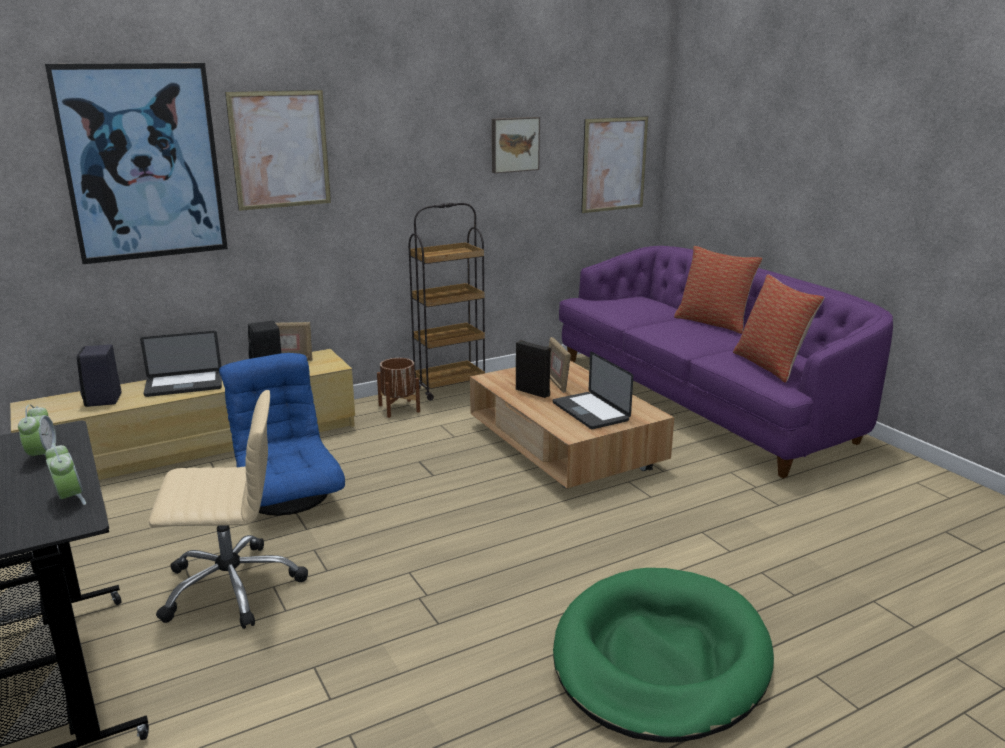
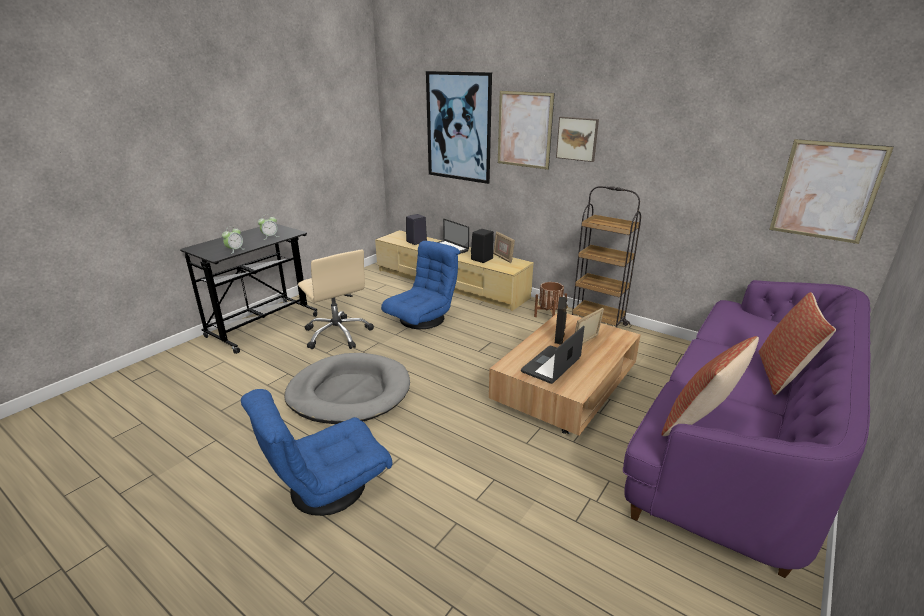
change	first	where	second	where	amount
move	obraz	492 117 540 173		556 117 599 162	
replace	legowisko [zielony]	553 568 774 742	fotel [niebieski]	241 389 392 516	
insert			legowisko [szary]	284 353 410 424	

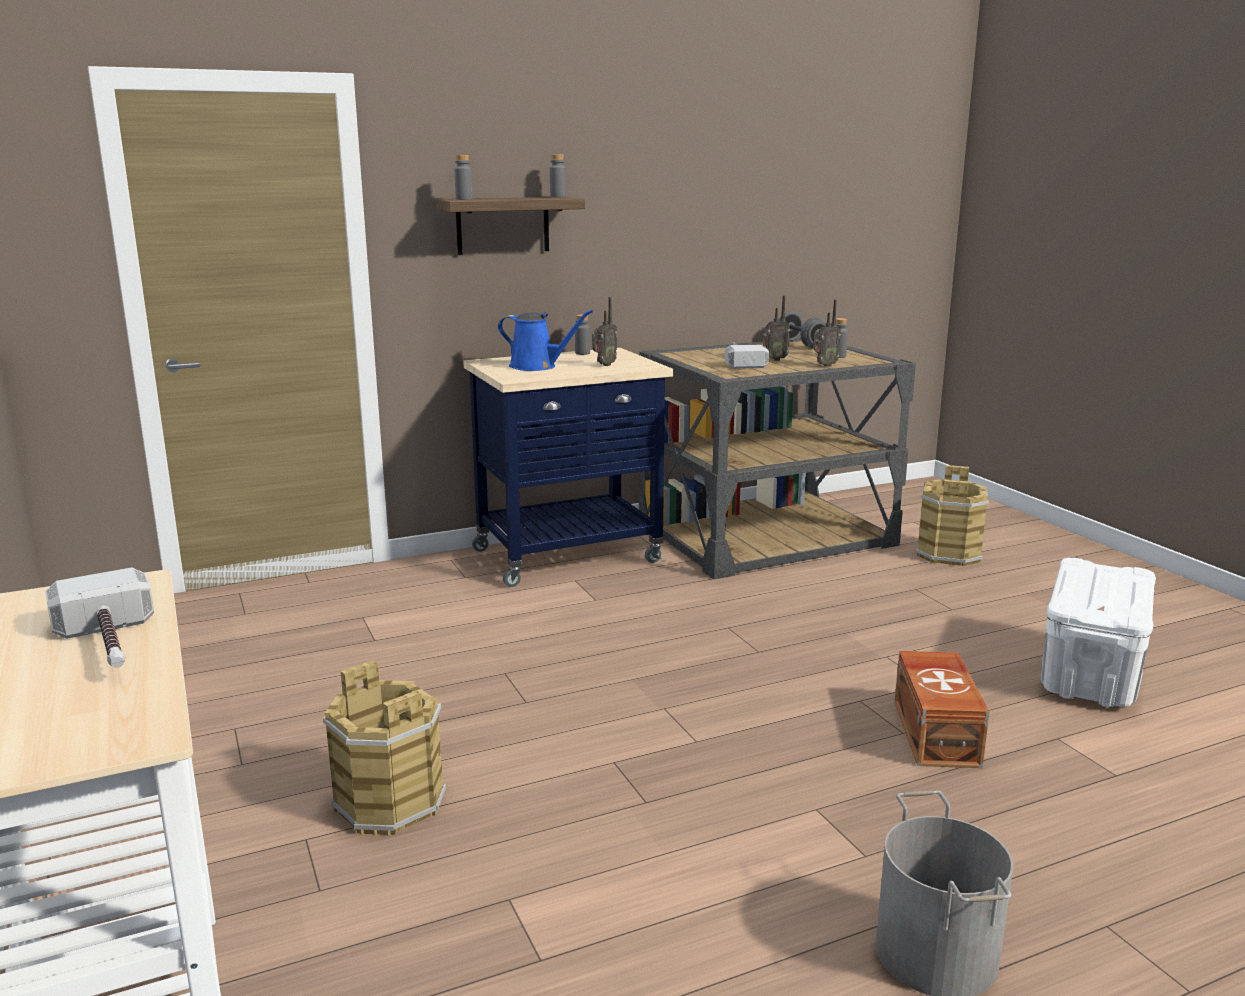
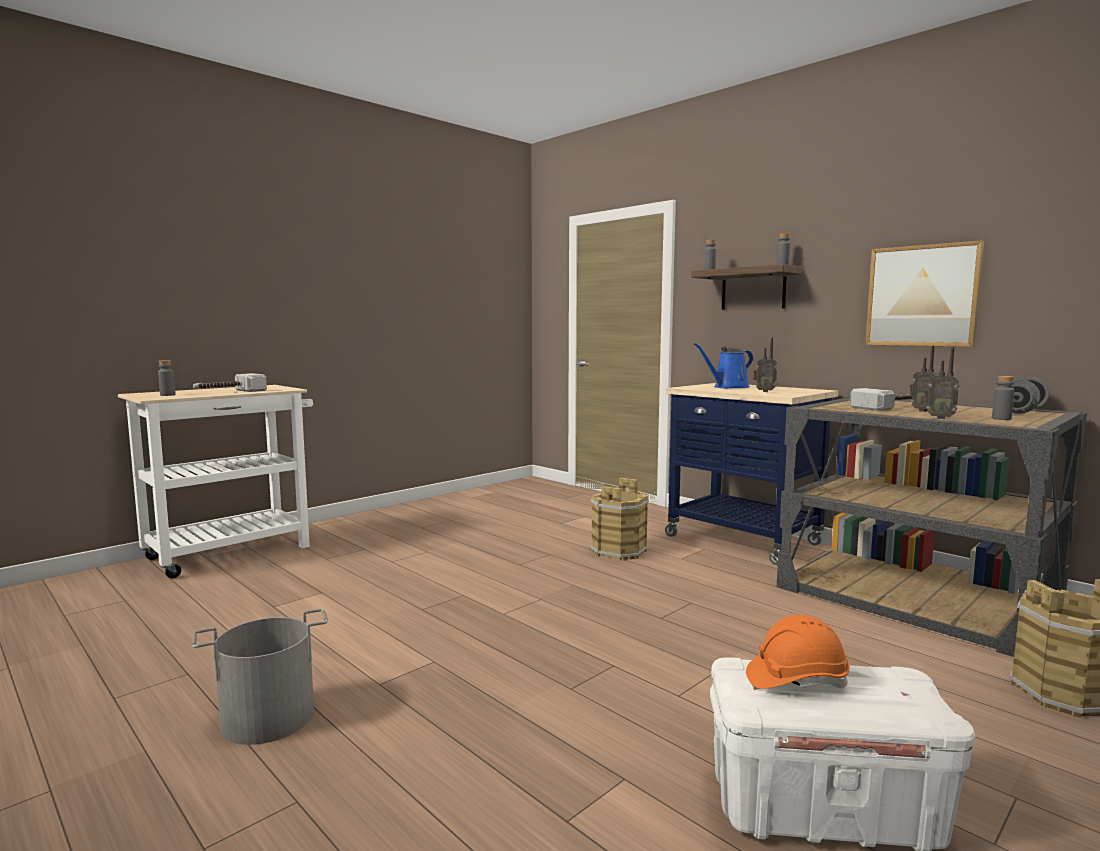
change	first	where	second	where	amount
rotate	konewka [niebieski]	498 310 593 371		694 343 753 388	60 degrees clockwise
move	butelka [szary]	575 314 590 355		158 360 176 396	
delete	pojemnik do przechowywania [brązowy]	894 651 989 768			
move	wiadro [brązowy]	323 660 446 836		590 478 649 560	
insert			obraz	865 240 984 347	
insert			kask [pomarańczowy]	746 615 850 689	

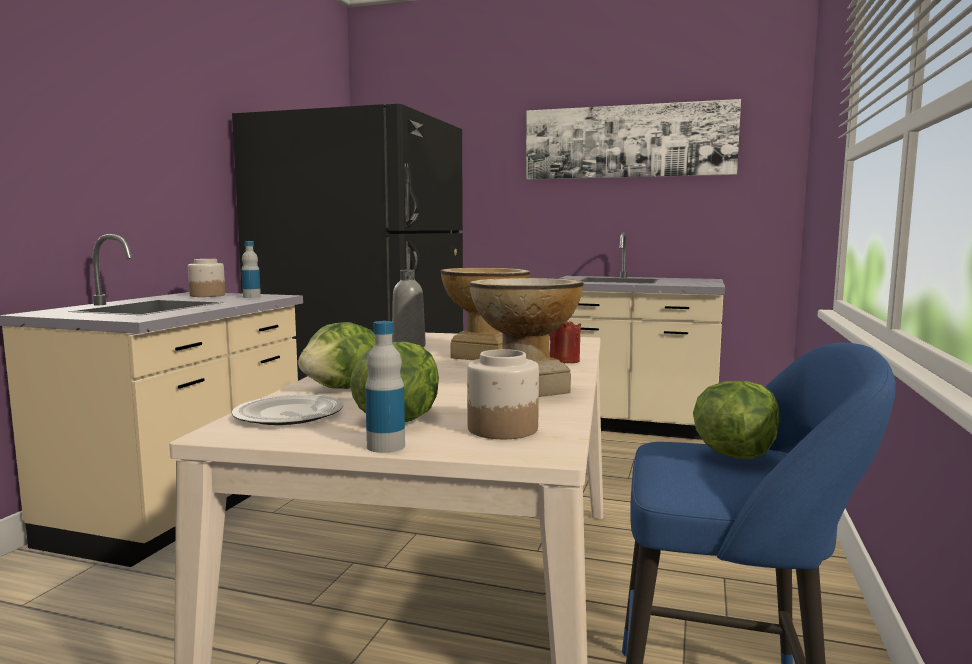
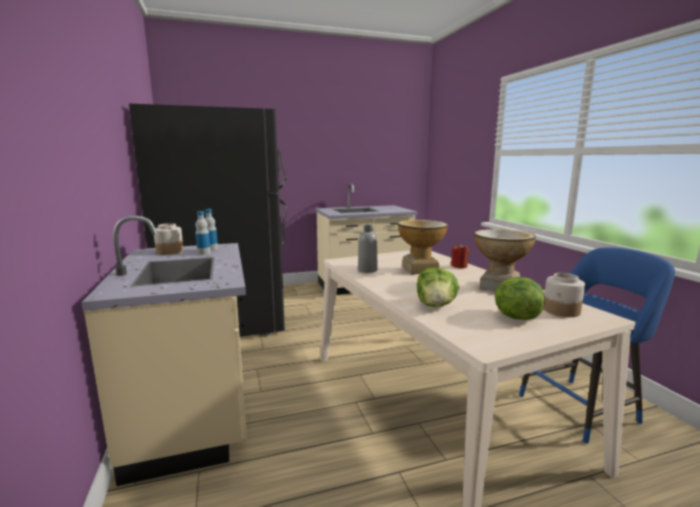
change	first	where	second	where	amount
delete	obraz	526 99 741 179			
move	butelka	365 321 405 453		195 211 211 255	
delete	sałata	693 381 780 459			
delete	talerz	232 394 343 425			

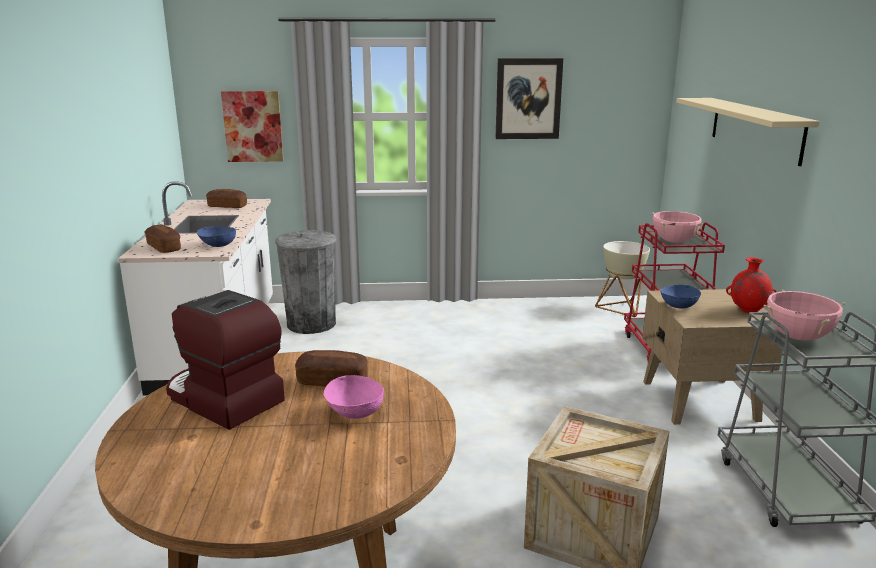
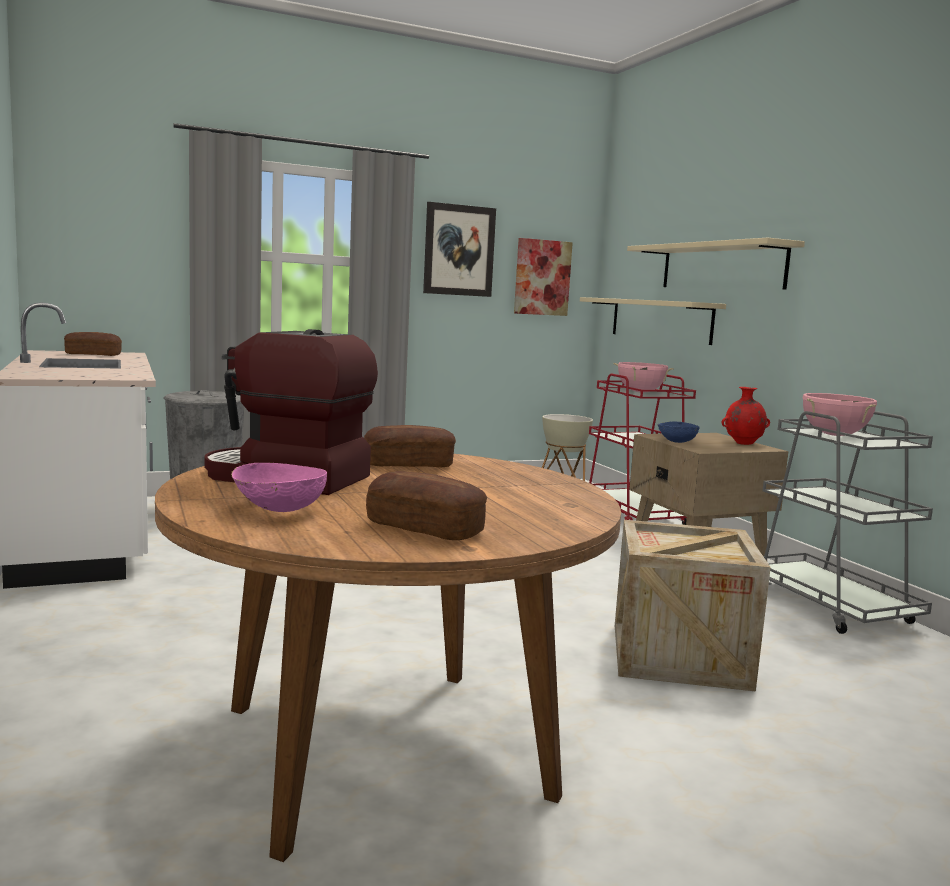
change	first	where	second	where	amount
move	obraz	221 91 284 162		514 238 573 316	
move	chleb	145 225 181 253		366 471 487 540	
delete	miska [niebieski]	197 226 236 247			
move	miska [różowy]	323 375 384 419		231 463 327 512	
insert			półka [beżowy]	580 297 726 345	

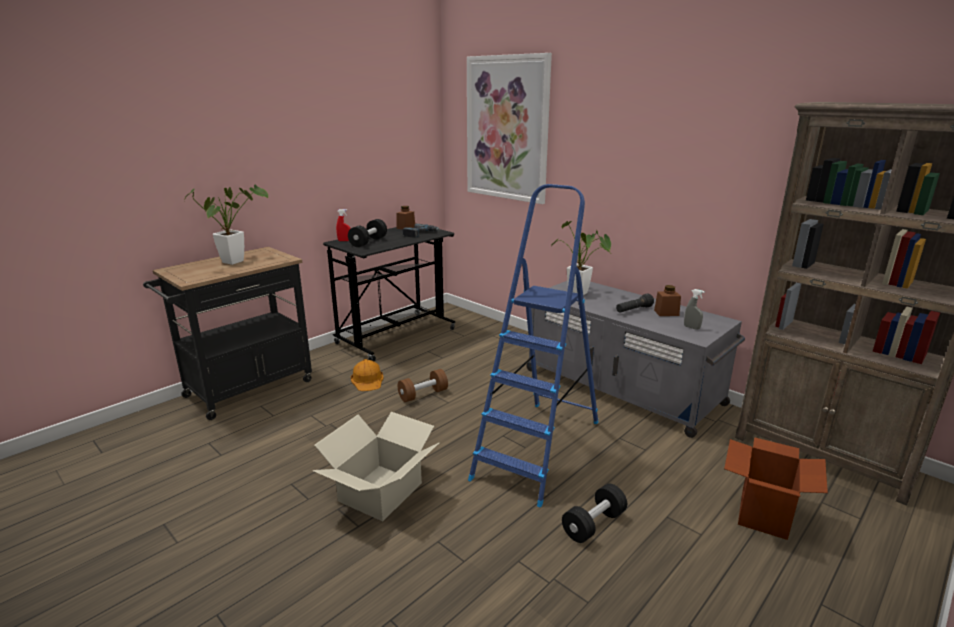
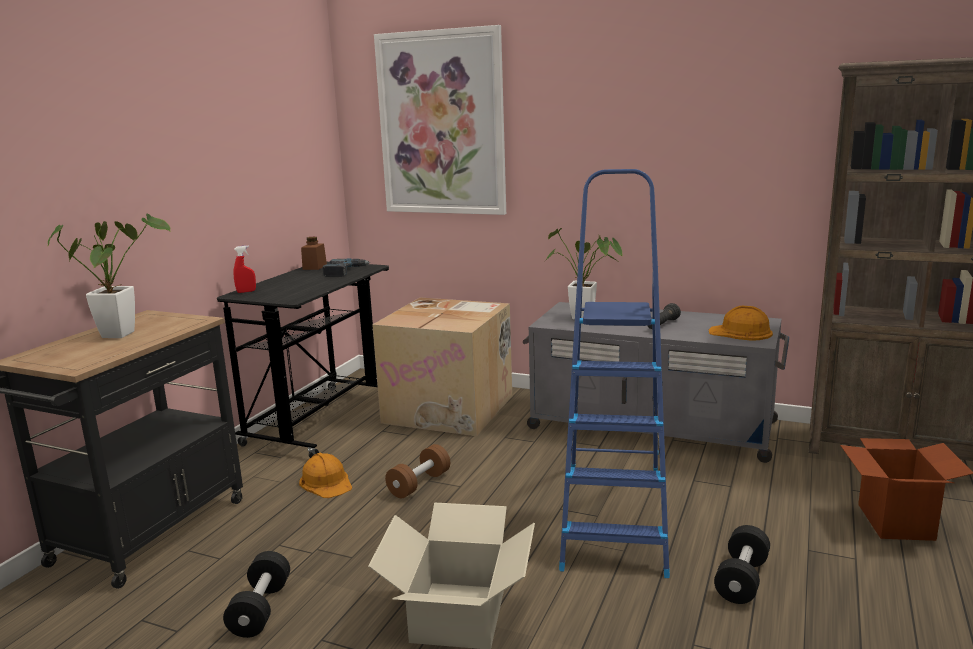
change	first	where	second	where	amount
move	hantel [czarny]	348 219 387 247		223 551 290 638	
delete	słoik [brązowy]	654 285 681 316			
replace	spryskiwacz [szary]	684 289 705 330	kask [pomarańczowy]	709 306 773 341	
insert			karton	372 297 512 436	

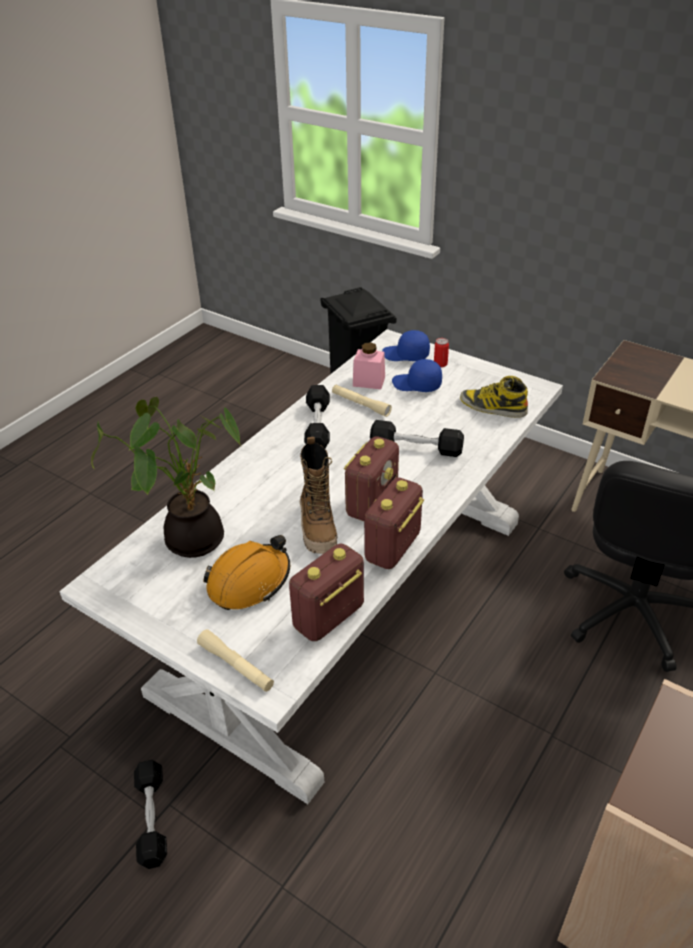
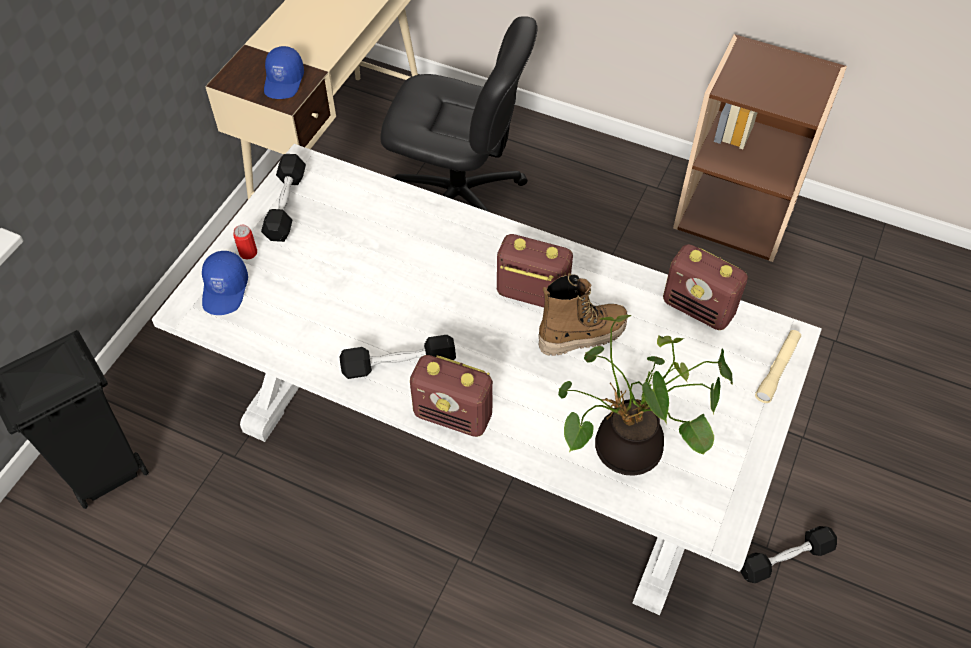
change	first	where	second	where	amount
delete	słoik [różowy]	353 342 385 389			
move	czapka z daszkiem [niebieski]	392 359 442 392		264 46 304 99	
delete	but z cholewką	460 376 528 418			
delete	latarka [beżowy]	332 385 392 417			
move	hantel [czarny]	370 420 464 457		261 154 306 242	
move	radio	364 477 424 569		410 355 493 437	
delete	kask [pomarańczowy]	203 535 290 610			

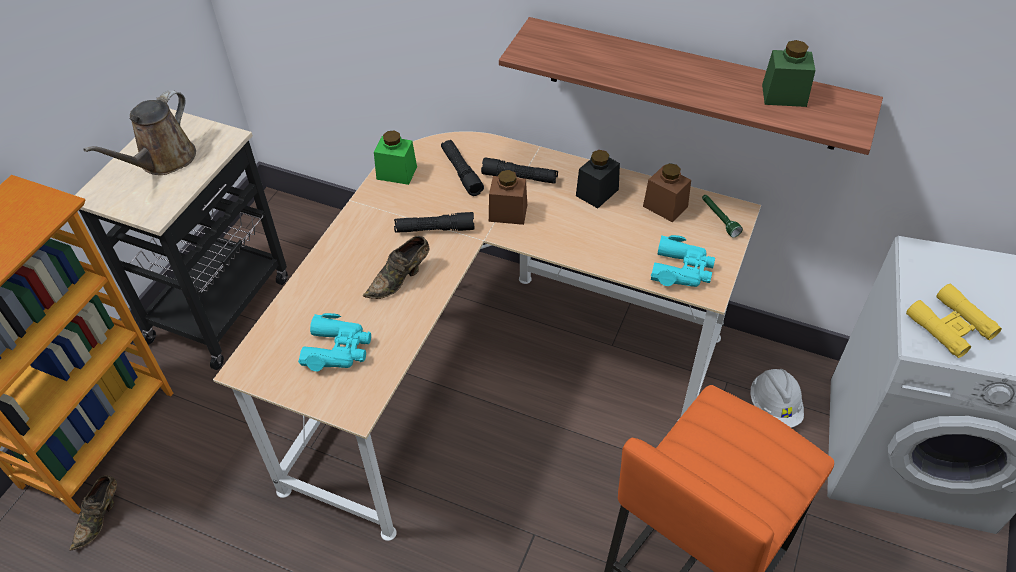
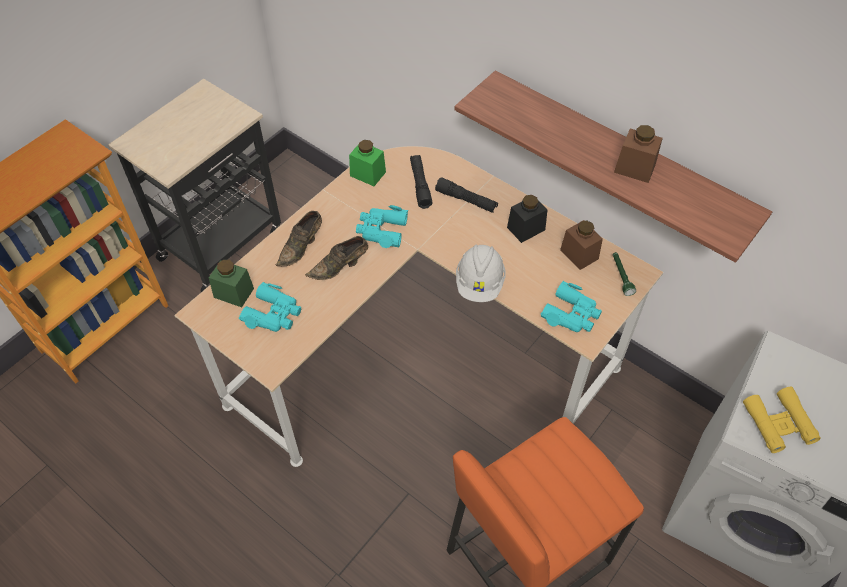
change	first	where	second	where	amount
move	słoik [zielony]	762 40 815 107		209 260 254 307	
delete	konewka [brązowy]	83 90 196 175			
move	słoik [brązowy]	489 170 527 225		614 125 663 183	
replace	latarka [czarny]	394 212 475 233	lornetka [turkusowy]	356 205 408 248	
move	kask [biały]	751 369 804 428		456 244 506 302	
move	but [brązowy]	69 475 117 551		276 211 322 266	

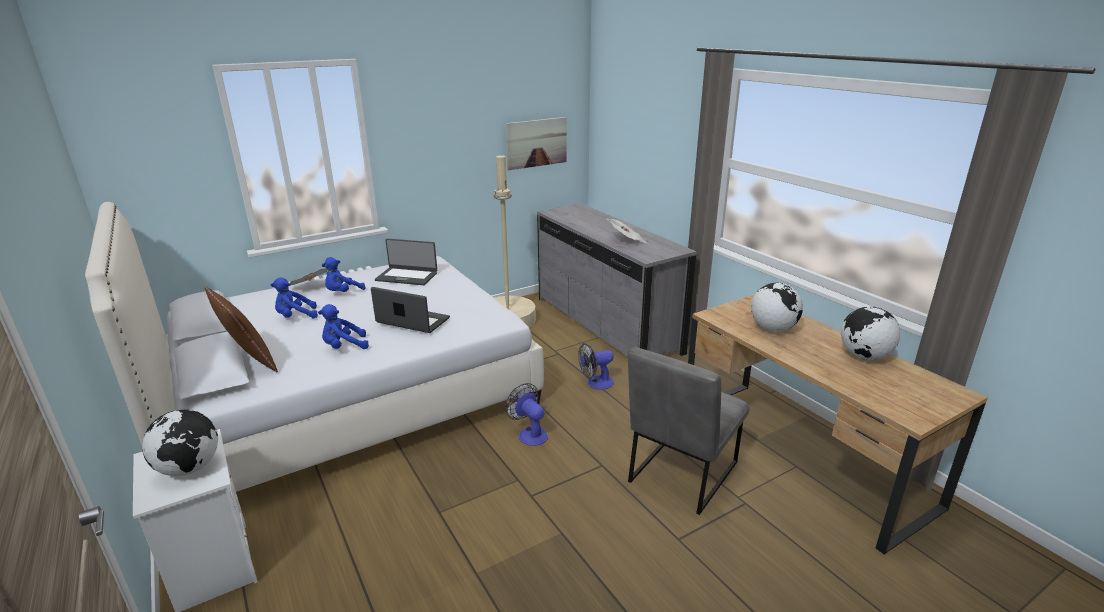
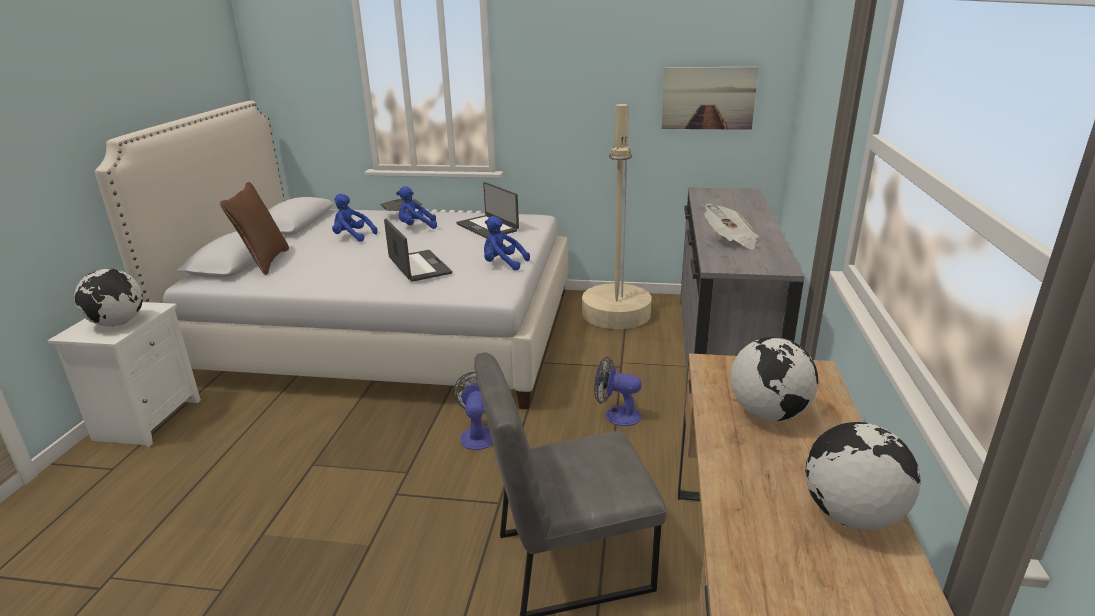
change	first	where	second	where	amount
move	pluszak [niebieski]	318 304 369 349		484 216 530 270	

